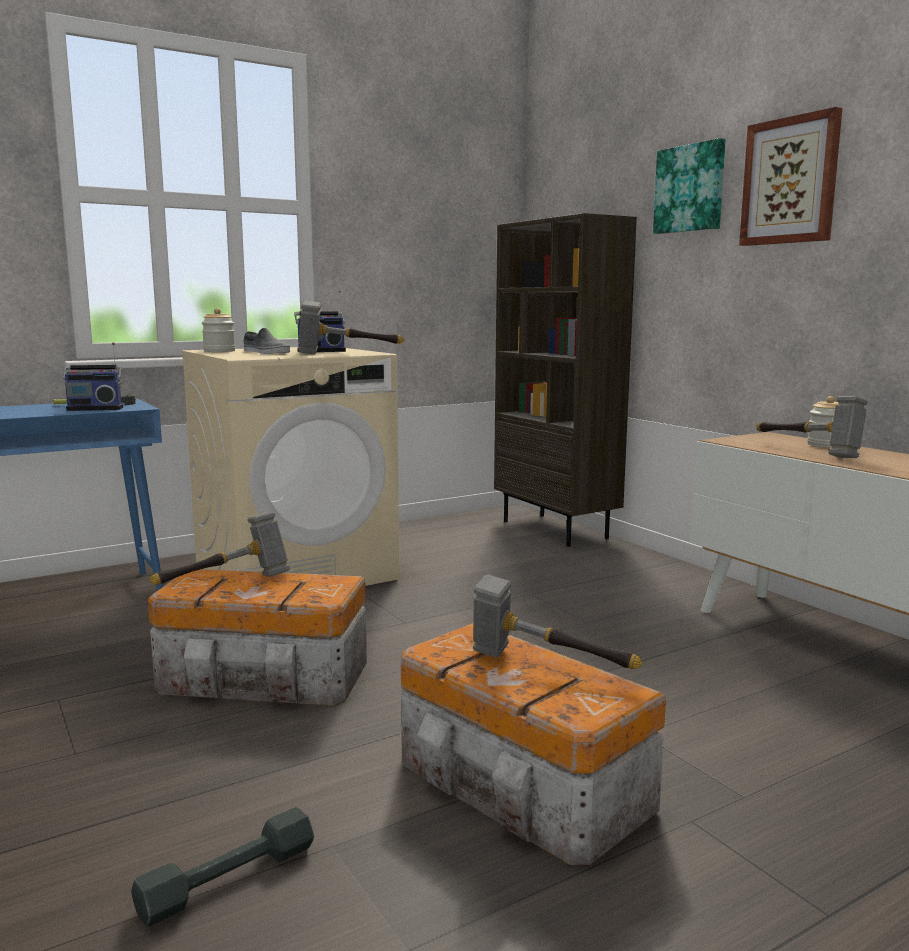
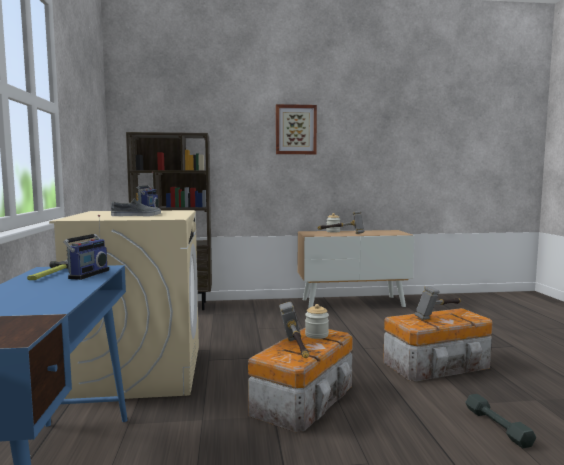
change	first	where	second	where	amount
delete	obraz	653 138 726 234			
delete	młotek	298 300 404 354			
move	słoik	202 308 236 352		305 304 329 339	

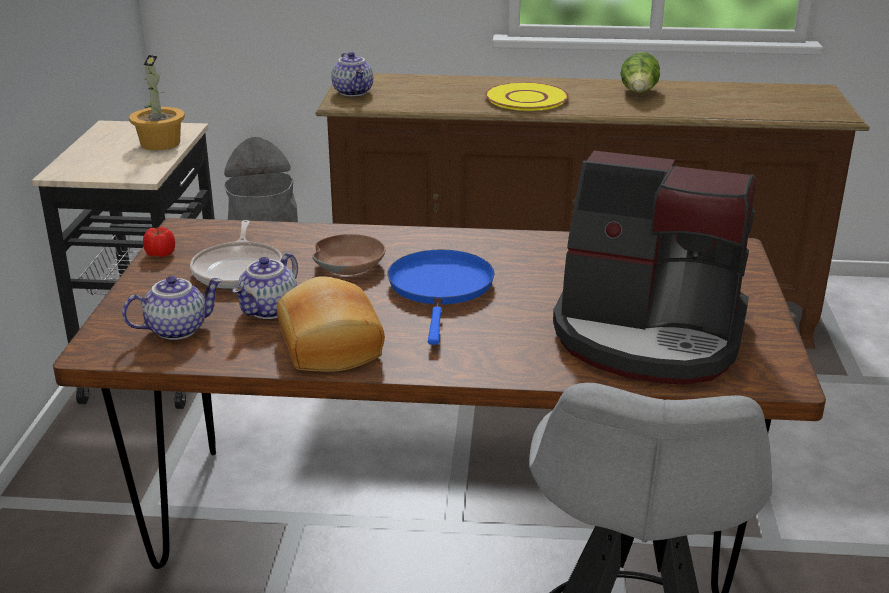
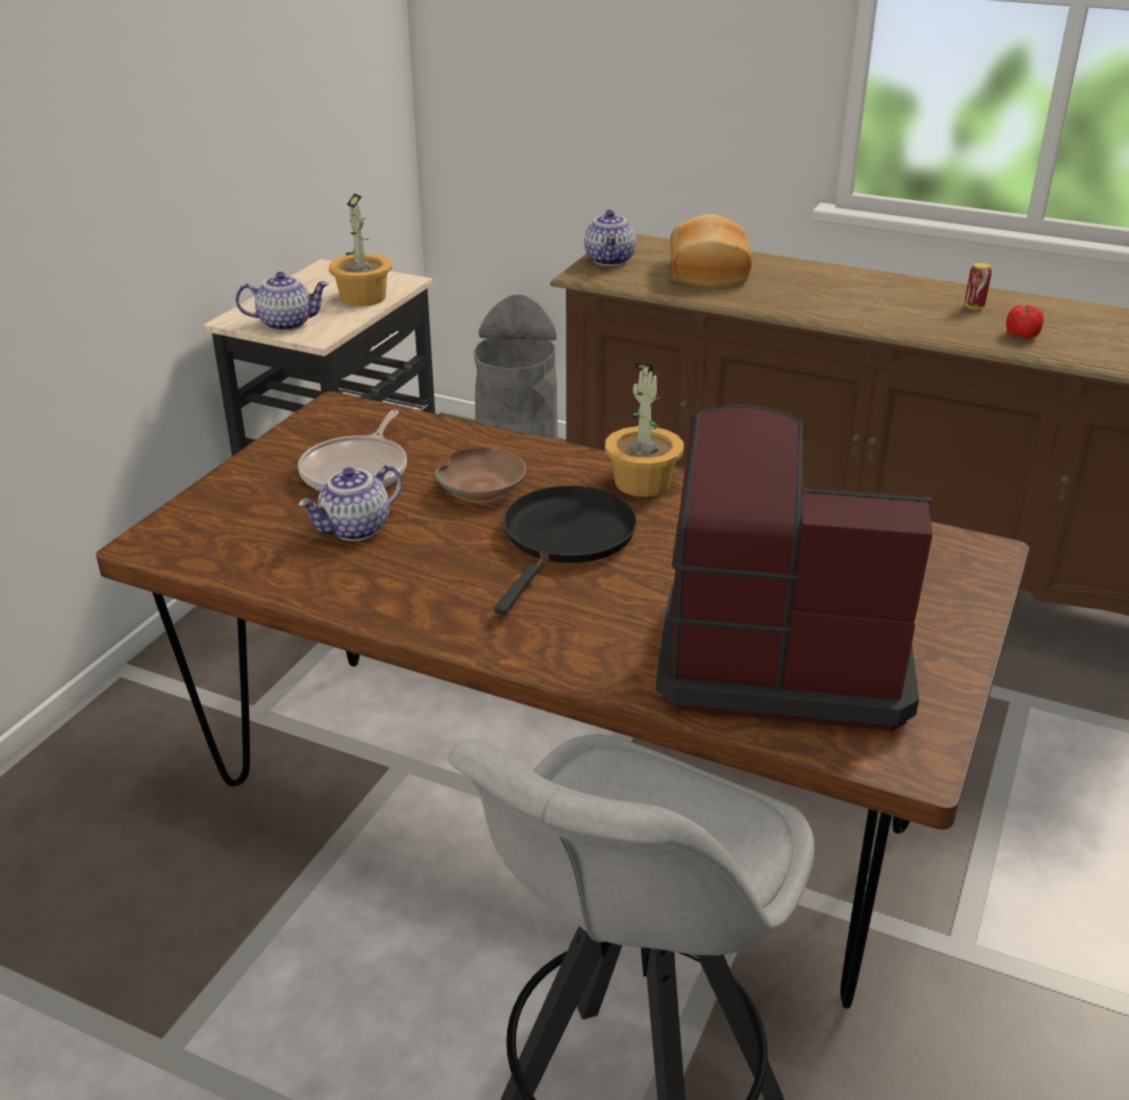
change	first	where	second	where	amount
replace	sałata	621 52 660 93	puszka	965 262 992 310	
delete	talerz [żółty]	485 82 569 111			
rotate	ekspres do kawy	553 151 756 385		656 405 933 731	150 degrees clockwise
move	pomidor	143 227 175 257		1006 305 1044 339	
recolor	patelnia [niebieski]	387 250 495 345	patelnia [czarny]	494 485 637 615	
move	imbryk	122 276 223 340		236 272 329 331	
move	chleb	277 276 385 372		670 214 752 287	
insert			roślina doniczkowa	605 363 684 497	

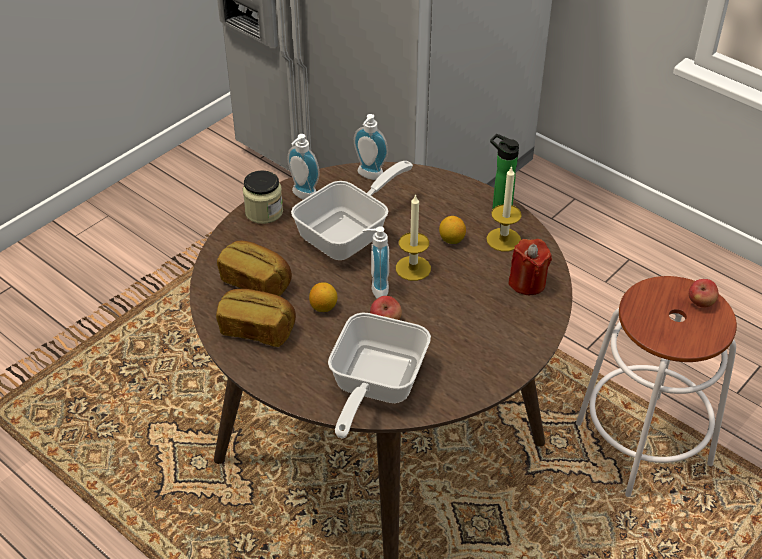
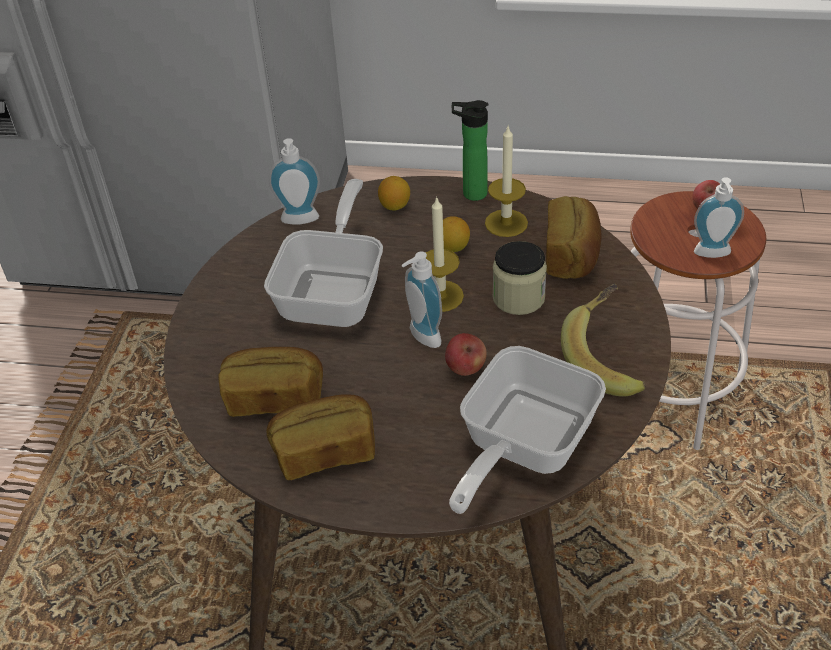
change	first	where	second	where	amount
move	dozownik mydła	288 134 320 200		694 177 744 258	
move	słoik	243 170 283 224		492 241 547 315	
replace	świeca [czerwony]	508 239 552 295	chleb	546 196 602 279	
move	cytryna	309 282 337 312		378 176 410 211	
rotate	patelnia	328 312 431 438		449 346 606 514	45 degrees clockwise
insert			banan	561 283 646 397	

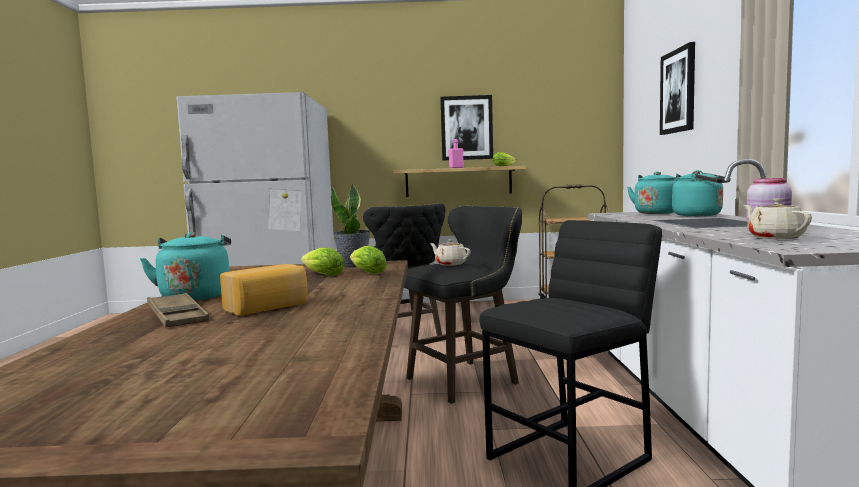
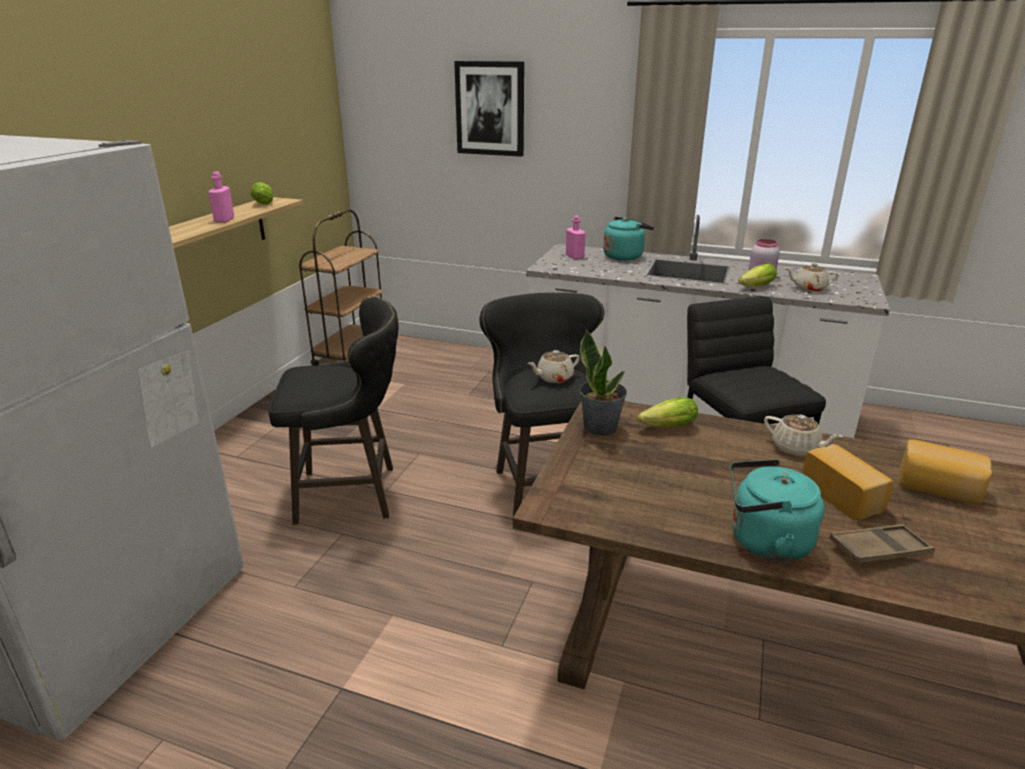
change	first	where	second	where	amount
delete	obraz	440 95 493 161			
replace	czajnik [turkusowy]	627 172 681 214	butelka [różowy]	566 216 586 260	
move	sałata	301 247 345 276		738 263 777 287	
insert			imbryk [beżowy]	764 415 843 457	
insert			chleb	898 439 992 505	

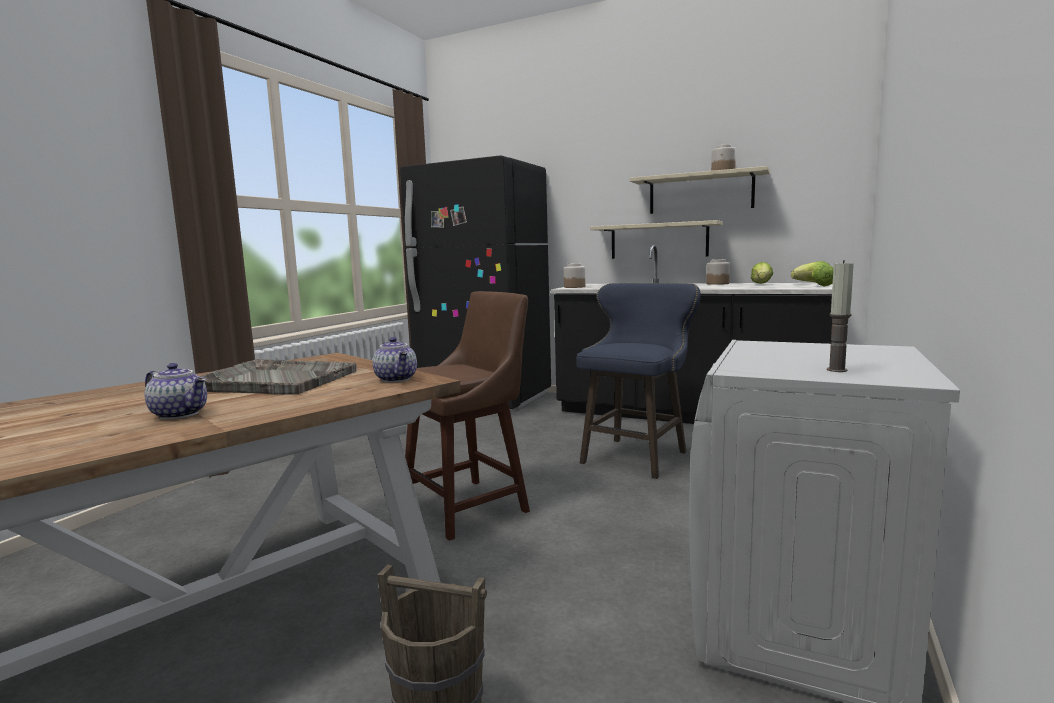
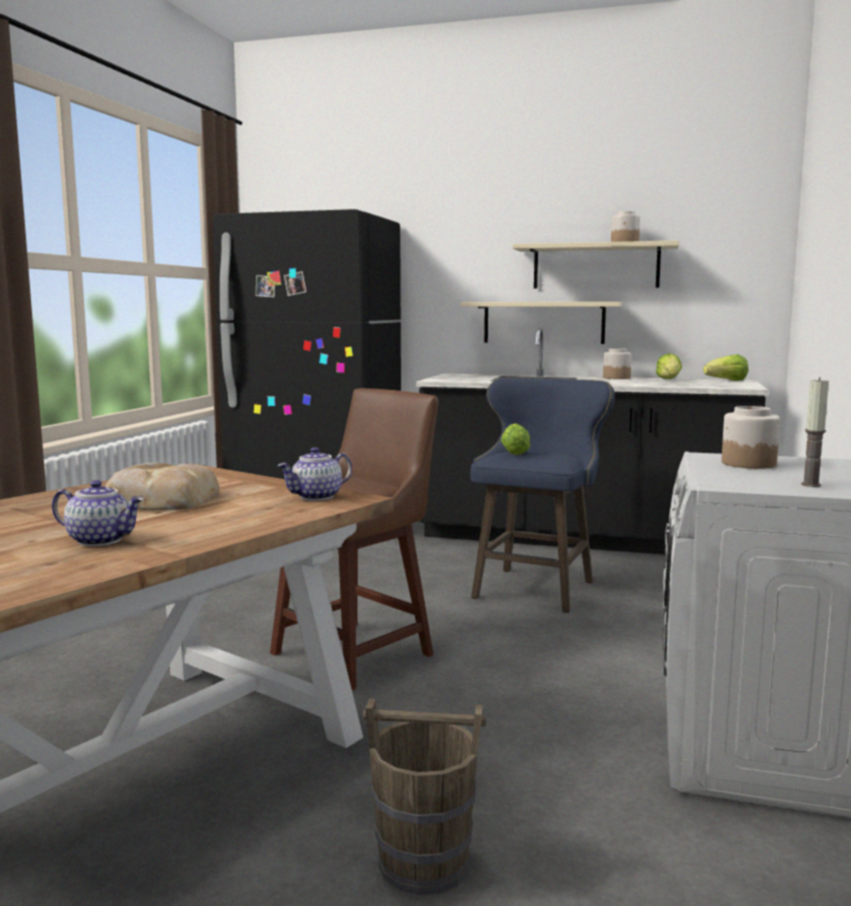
change	first	where	second	where	amount
move	słoik	564 263 585 288		722 406 780 469	
move	sałata	812 263 833 286		501 423 530 455	
rotate	imbryk	373 337 417 382		277 447 352 501	90 degrees clockwise
replace	taca [szary]	199 359 357 395	chleb	105 463 220 510	

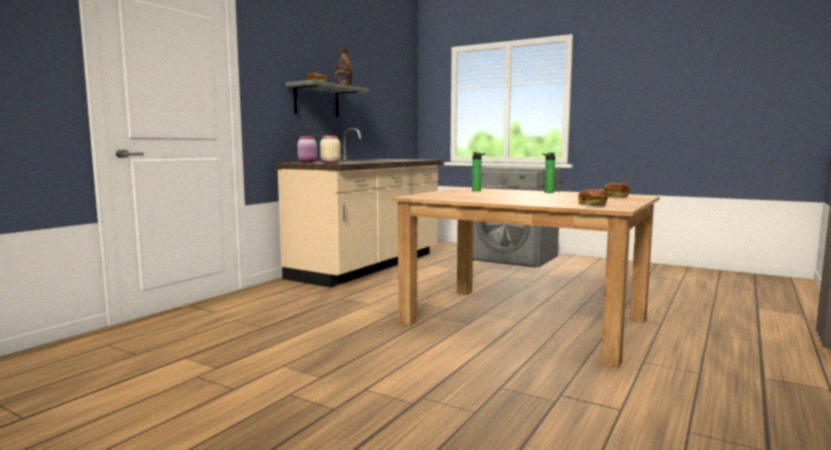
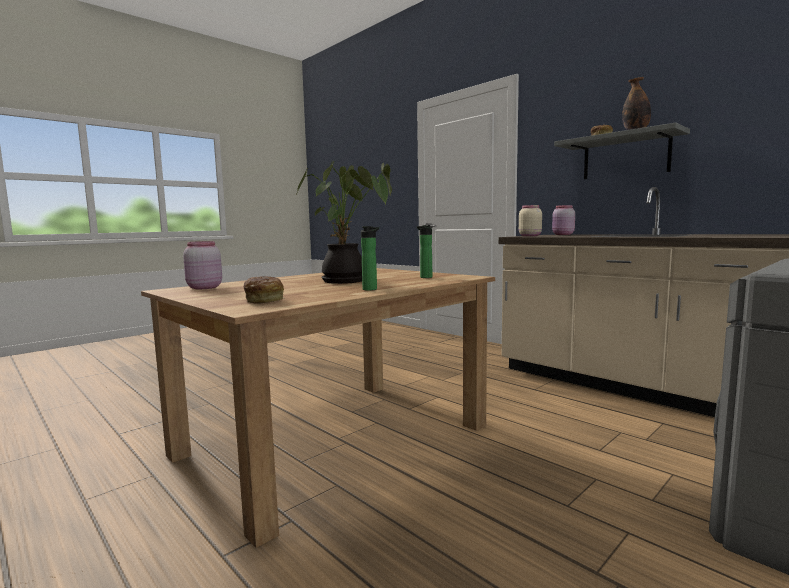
change	first	where	second	where	amount
replace	chleb	578 189 609 207	słoik [różowy]	183 241 222 289	
insert			roślina doniczkowa	297 160 392 284	

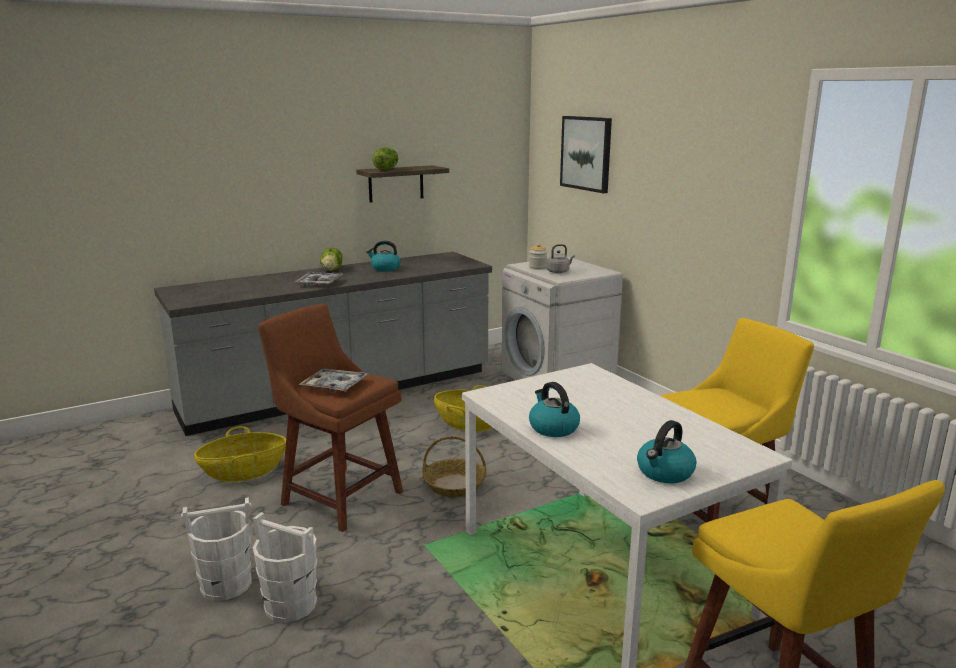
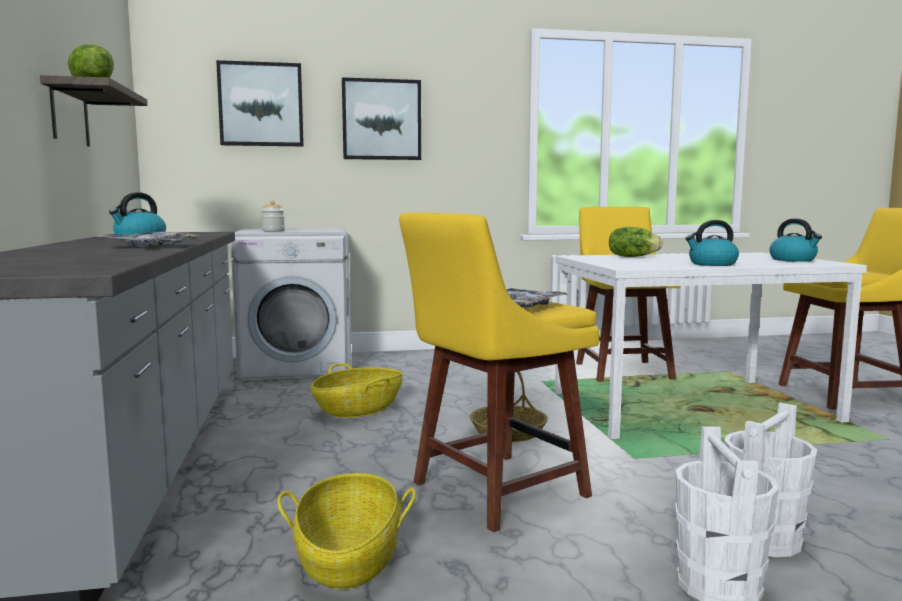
change	first	where	second	where	amount
delete	czajnik [szary]	546 244 575 273			
move	sałata	320 248 343 271		609 227 663 257	
recolor	stołek [brązowy]	258 304 403 532	stołek [żółty]	399 212 599 532	
insert			obraz	342 77 421 160	

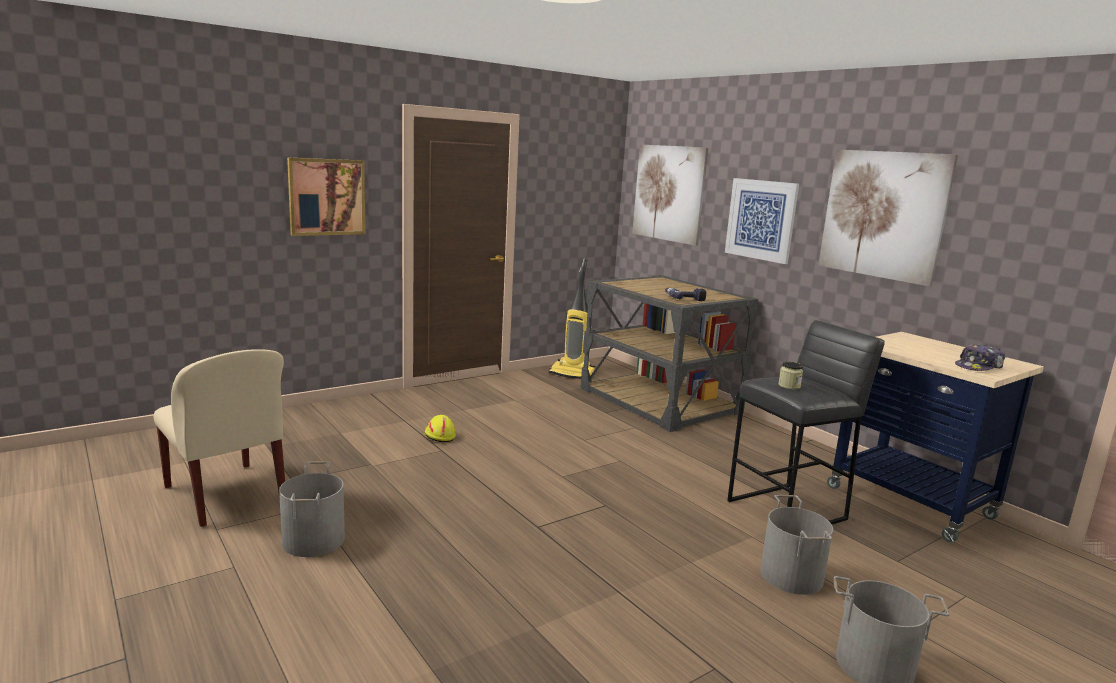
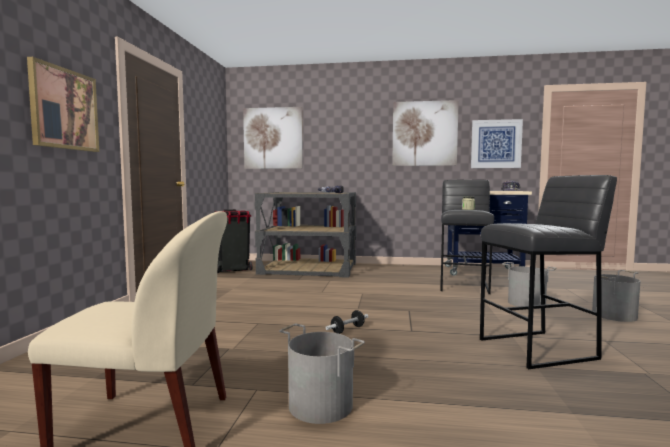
change	first	where	second	where	amount
move	obraz	725 178 799 264		471 119 523 168	
replace	odkurzacz	549 258 595 379	kosz na śmieci [czarny]	214 209 252 273	
delete	kask [żółty]	424 415 456 442			
insert			stołek [szary]	480 175 617 369	
insert			hantel	325 310 368 334	

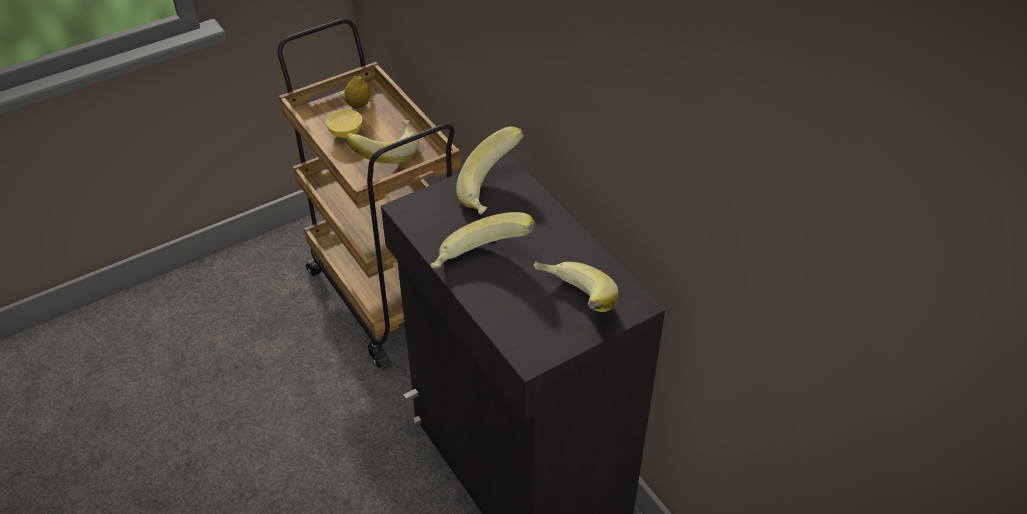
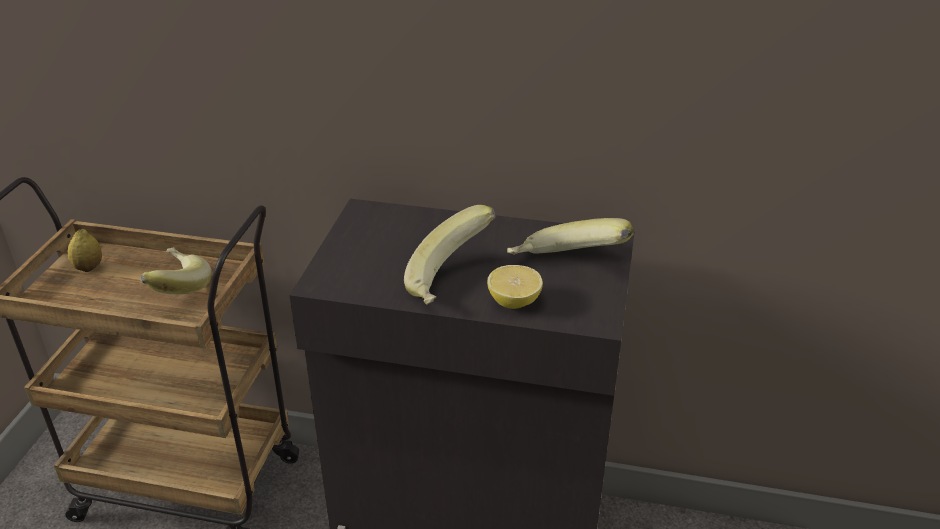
change	first	where	second	where	amount
move	cytryna	326 109 362 138		487 265 543 309	
delete	banan	456 126 524 215			

